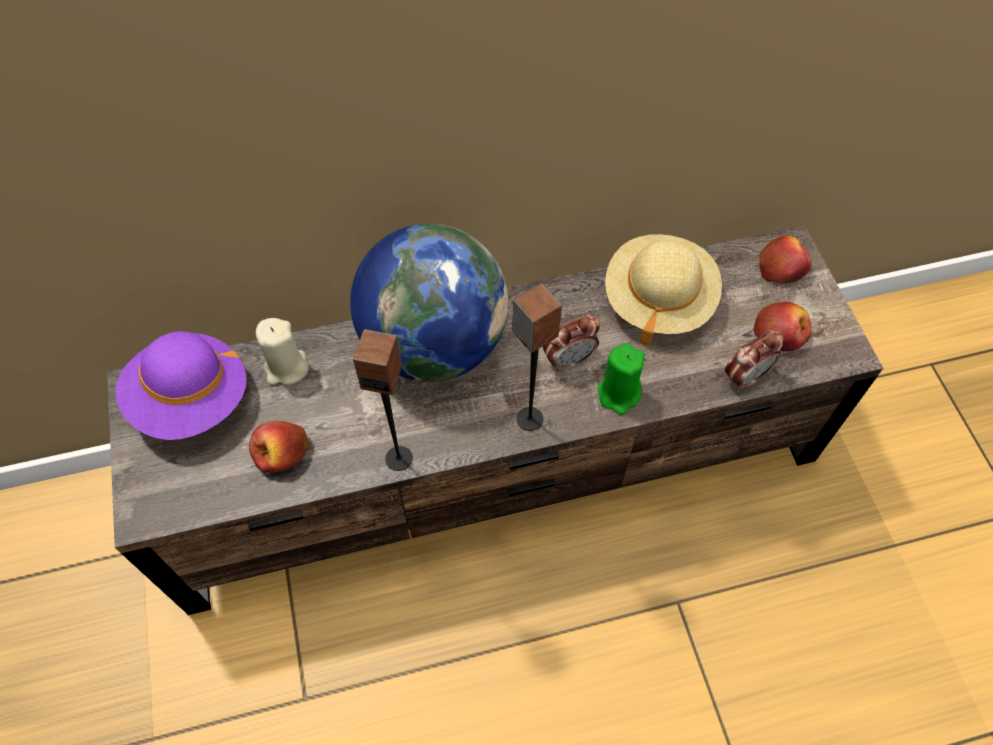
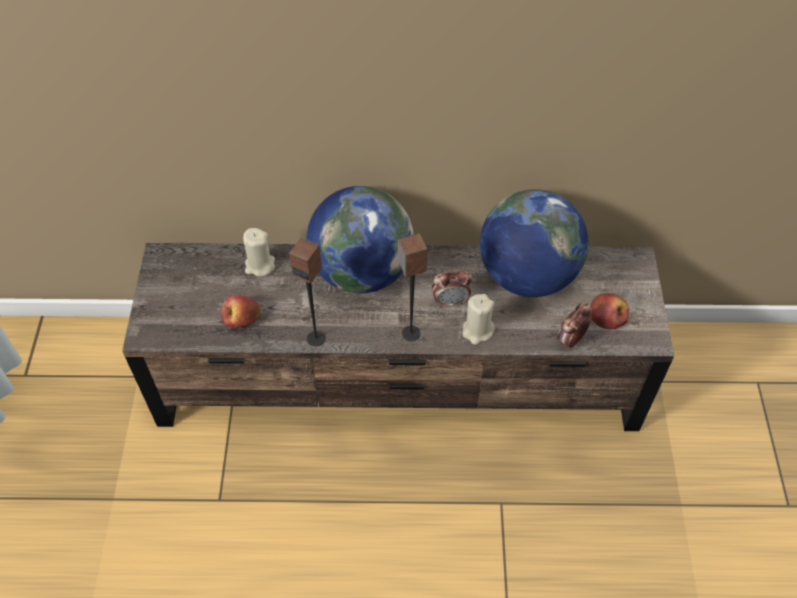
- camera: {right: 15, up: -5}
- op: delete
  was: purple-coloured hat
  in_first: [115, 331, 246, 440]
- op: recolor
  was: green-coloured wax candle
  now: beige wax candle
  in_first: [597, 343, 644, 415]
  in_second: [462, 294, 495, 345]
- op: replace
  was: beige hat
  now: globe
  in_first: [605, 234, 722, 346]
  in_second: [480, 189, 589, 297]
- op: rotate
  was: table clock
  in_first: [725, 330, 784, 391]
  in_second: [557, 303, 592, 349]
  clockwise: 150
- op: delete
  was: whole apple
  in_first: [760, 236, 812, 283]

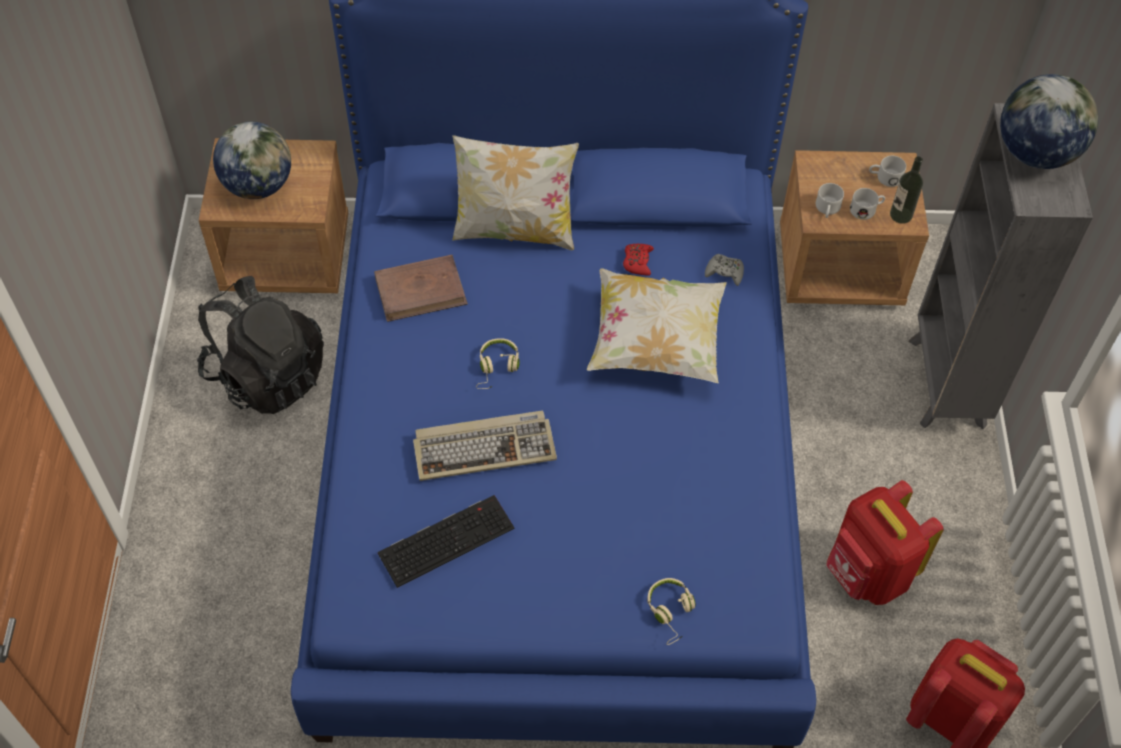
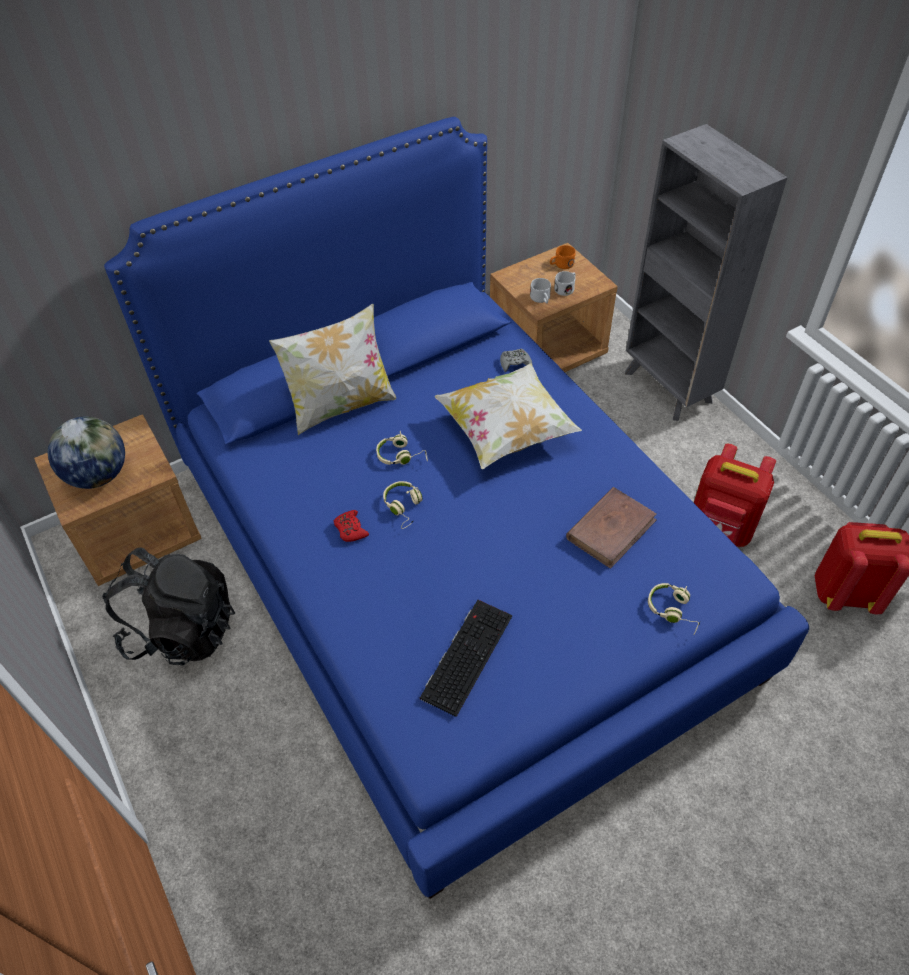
- camera: {right: -30, up: -5}
- op: move
  was: brown-coloured volume
  in_first: [374, 255, 468, 322]
  in_second: [566, 487, 657, 569]
- op: delete
  was: PC keyboard
  in_first: [413, 411, 557, 481]
- op: move
  was: reddish game controller
  in_first: [623, 244, 654, 276]
  in_second: [333, 510, 369, 542]
- op: recolor
  was: white-coloured coffee mug
  now: orange-coloured coffee mug
  in_first: [869, 156, 906, 187]
  in_second: [550, 245, 576, 269]
- op: delete
  was: beverage bottle
  in_first: [890, 156, 923, 224]
- op: delete
  was: globe
  in_first: [1000, 74, 1098, 169]
- op: insert
  now: beige headset
  in_second: [376, 431, 428, 465]

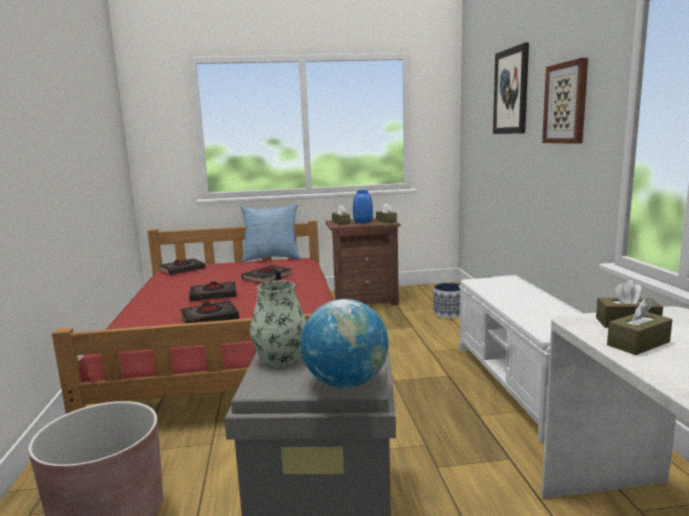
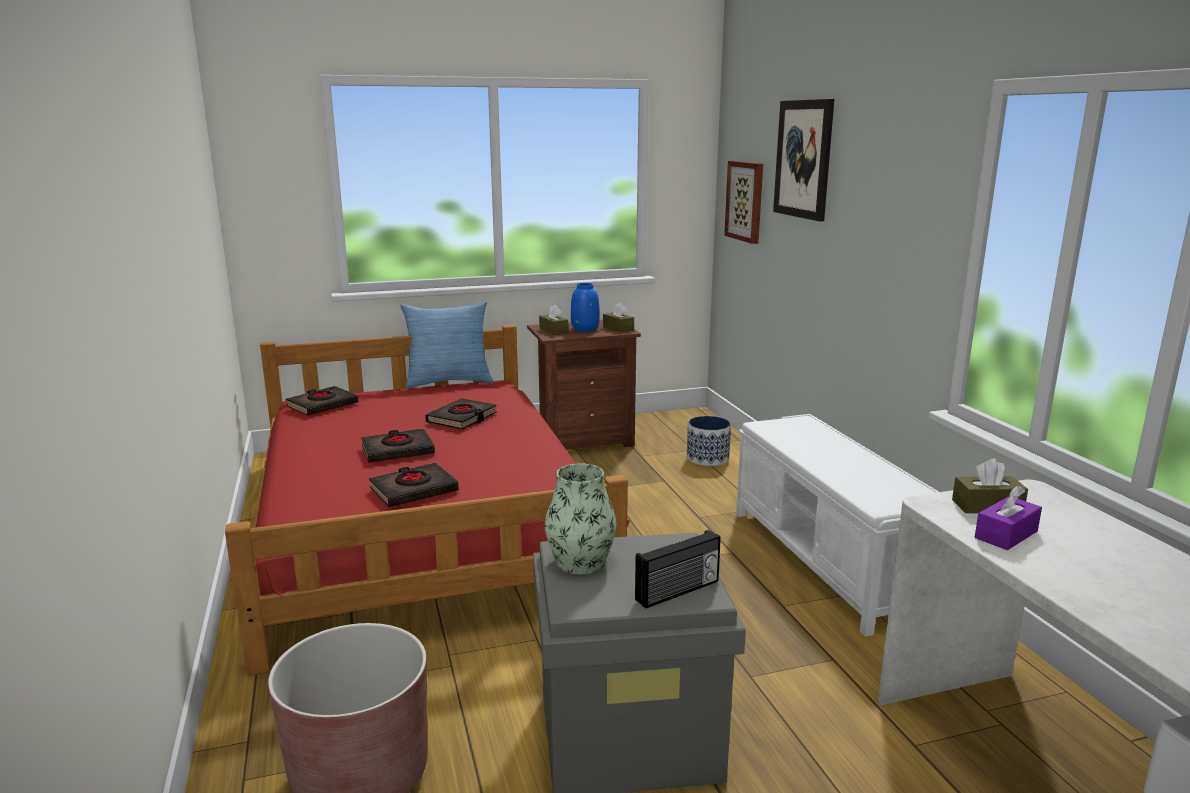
- camera: {right: -10, up: 5}
- op: replace
  was: globe
  now: radio set
  in_first: [301, 299, 389, 388]
  in_second: [635, 530, 721, 609]
- op: move
  was: wall art
  in_first: [542, 58, 588, 144]
  in_second: [724, 161, 763, 244]
- op: recolor
  was: brown-coloured tissue box
  now: purple-coloured tissue box
  in_first: [607, 297, 672, 355]
  in_second: [975, 486, 1042, 550]

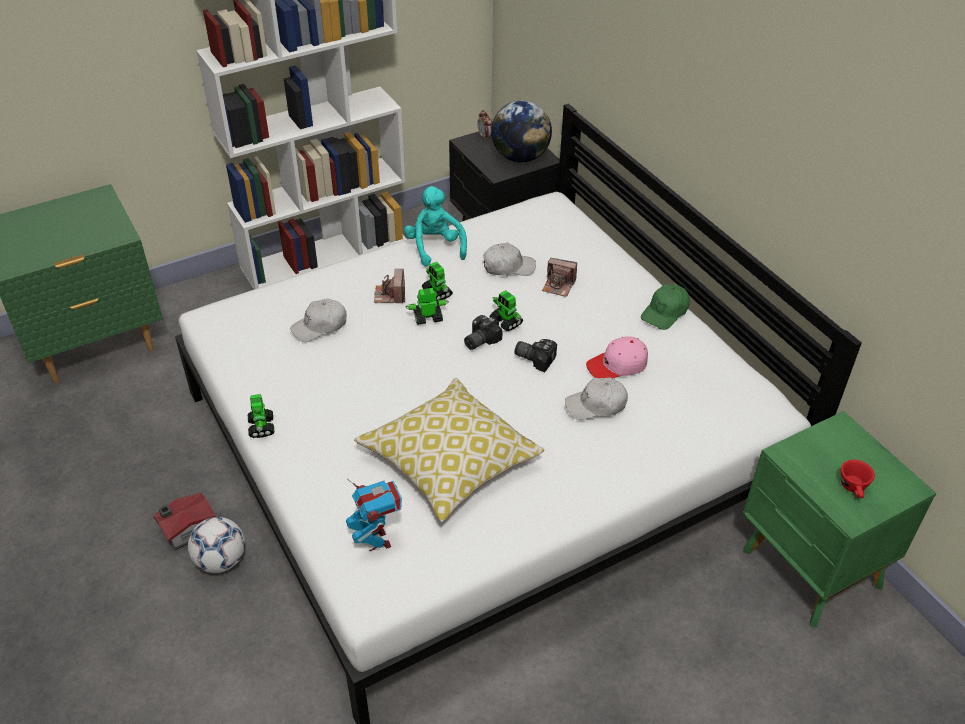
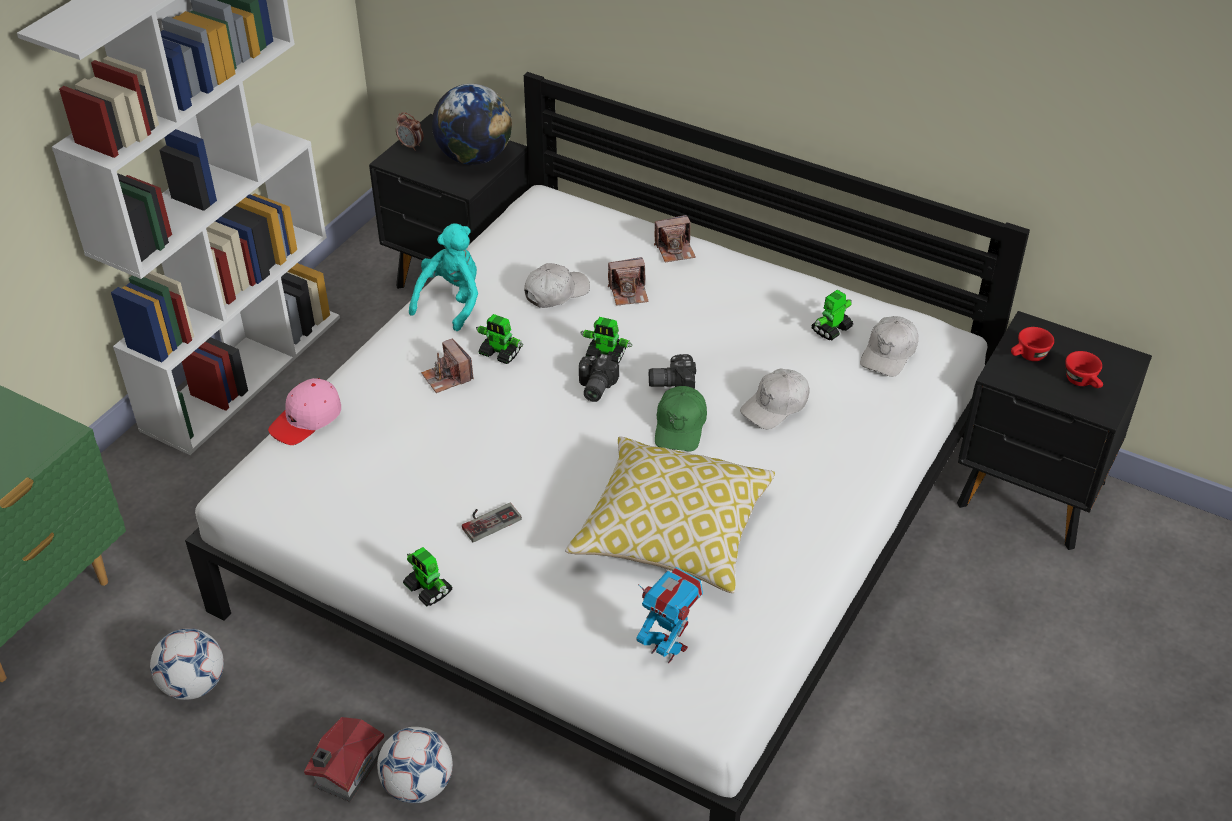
- camera: {right: -30, up: 0}
- op: move
  was: white-coloured baseball cap
  in_first: [290, 298, 347, 342]
  in_second: [860, 316, 918, 377]
- op: rotate
  was: blue-green plush toy
  in_first: [404, 186, 467, 267]
  in_second: [409, 223, 478, 331]
  clockwise: 75
- op: move
  was: toy robot
  in_first: [406, 288, 449, 325]
  in_second: [811, 290, 853, 340]
- op: move
  was: pinkish baseball cap
  in_first: [586, 336, 648, 378]
  in_second: [268, 378, 341, 445]
- op: move
  was: green-coloured baseball cap
  in_first: [641, 284, 689, 330]
  in_second: [655, 386, 707, 452]
- op: recolor
  was: green-coloured night table
  now: black night table
  in_first: [743, 411, 936, 628]
  in_second: [957, 311, 1152, 550]
- op: insert
  now: football
  in_second: [150, 628, 224, 700]
- op: insert
  now: game controller
  in_second: [462, 503, 522, 542]
- op: insert
  now: still camera
  in_second: [654, 215, 695, 262]
- op: insert
  now: reddish cup
  in_second: [1011, 327, 1054, 361]

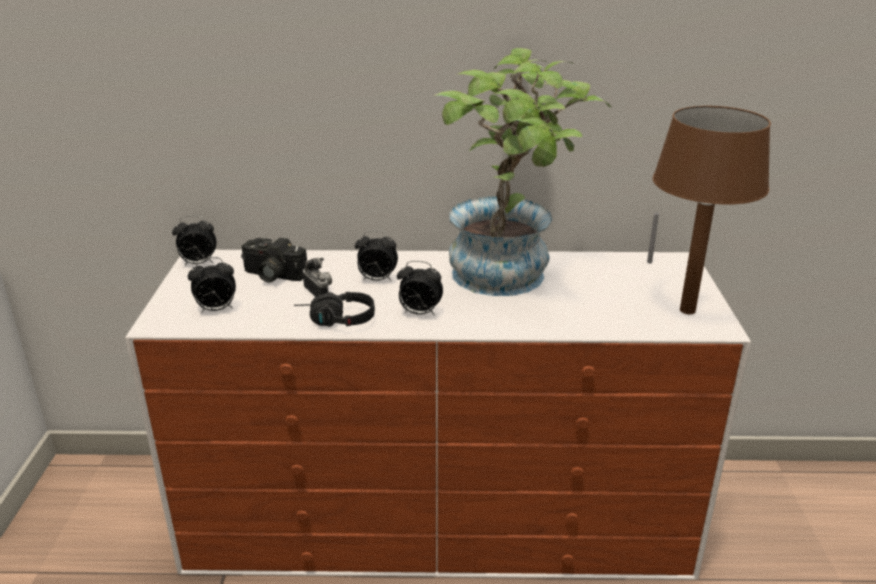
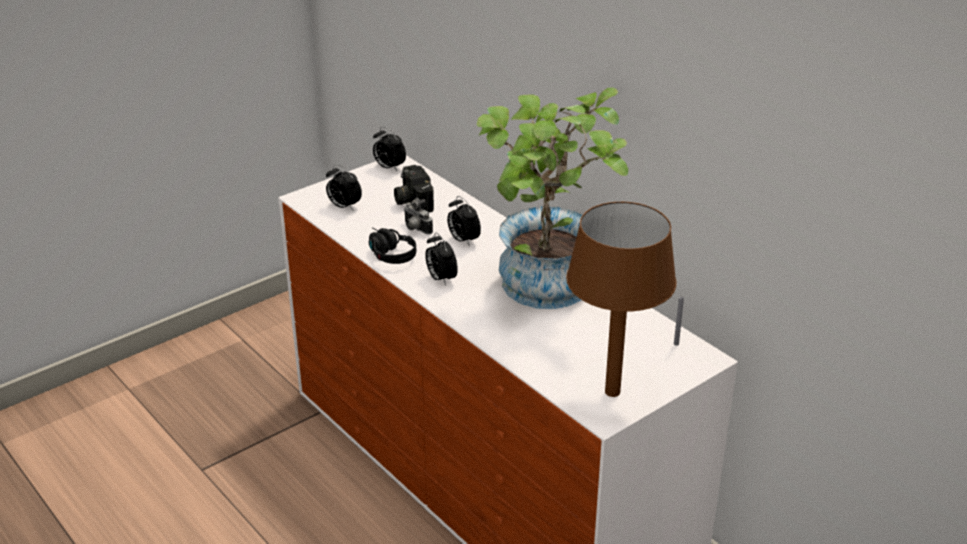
- camera: {right: 50, up: 5}
- op: rotate
  was: still camera
  in_first: [303, 258, 332, 297]
  in_second: [404, 198, 433, 234]
  clockwise: 120

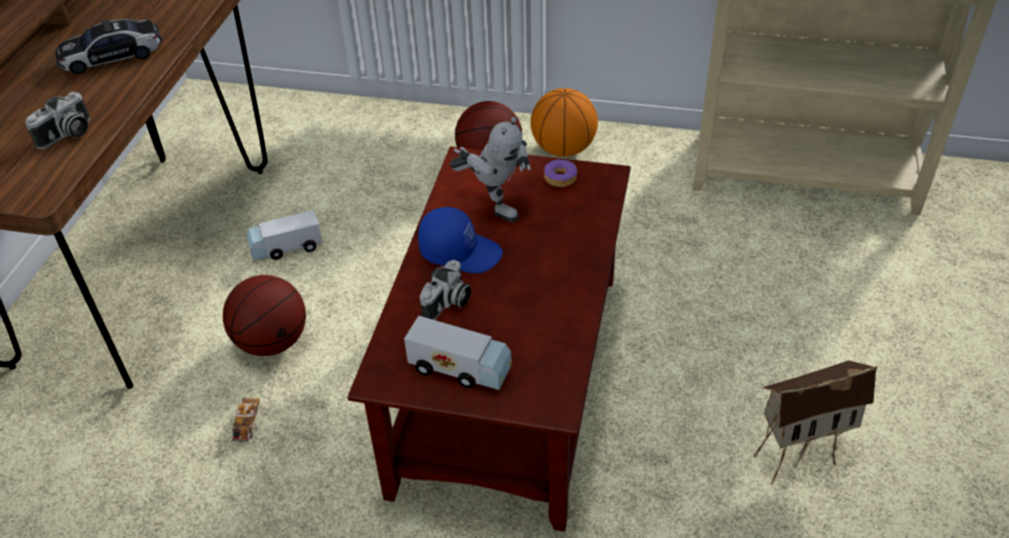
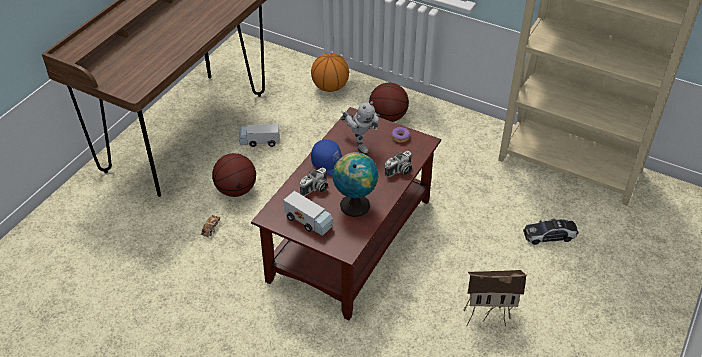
- camera: {right: 15, up: 0}
- op: move
  was: still camera
  in_first: [25, 92, 91, 149]
  in_second: [385, 151, 412, 177]
- op: move
  was: toy car
  in_first: [55, 19, 162, 74]
  in_second: [523, 219, 578, 245]
- op: move
  was: ball for basketball
  in_first: [531, 88, 598, 157]
  in_second: [311, 53, 349, 92]
- op: insert
  now: globe
  in_second: [332, 152, 379, 217]

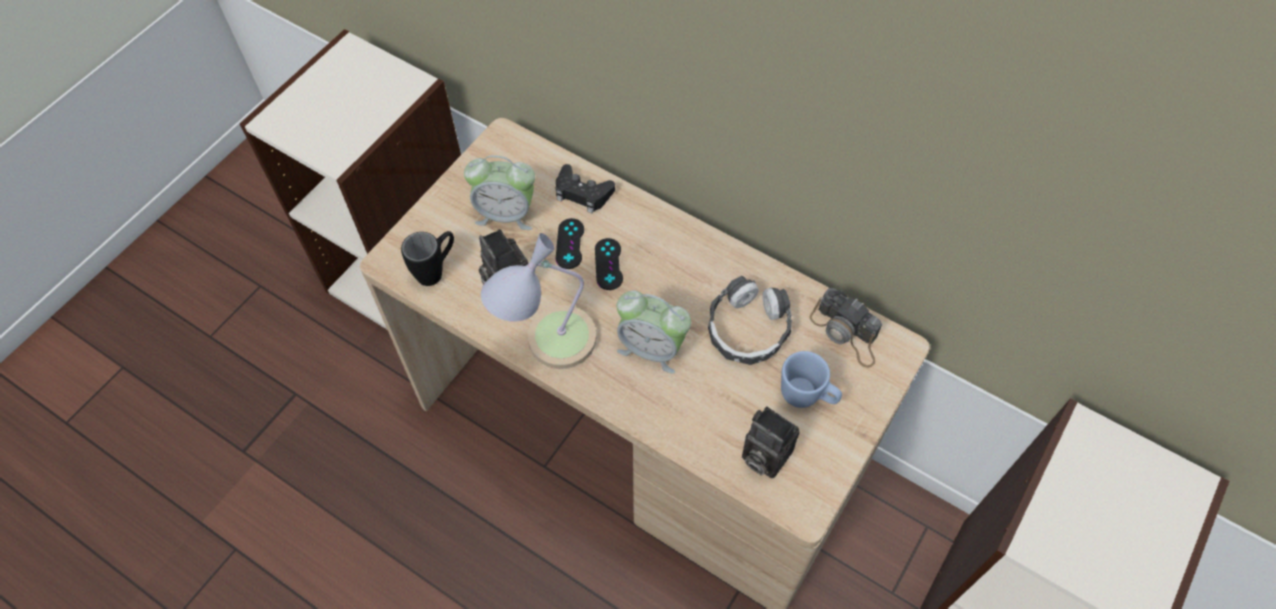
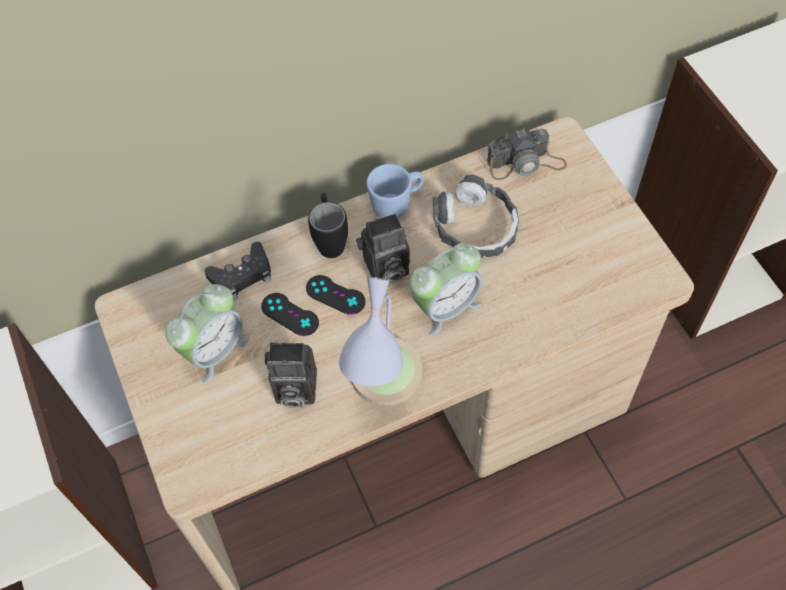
- camera: {right: -55, up: 0}
- op: move
  was: black coffee mug
  in_first: [401, 231, 454, 286]
  in_second: [308, 193, 348, 258]
- op: move
  was: still camera
  in_first: [742, 407, 799, 478]
  in_second: [356, 213, 410, 283]
- op: move
  was: blue-coloured coffee mug
  in_first: [781, 351, 842, 408]
  in_second: [367, 164, 424, 218]

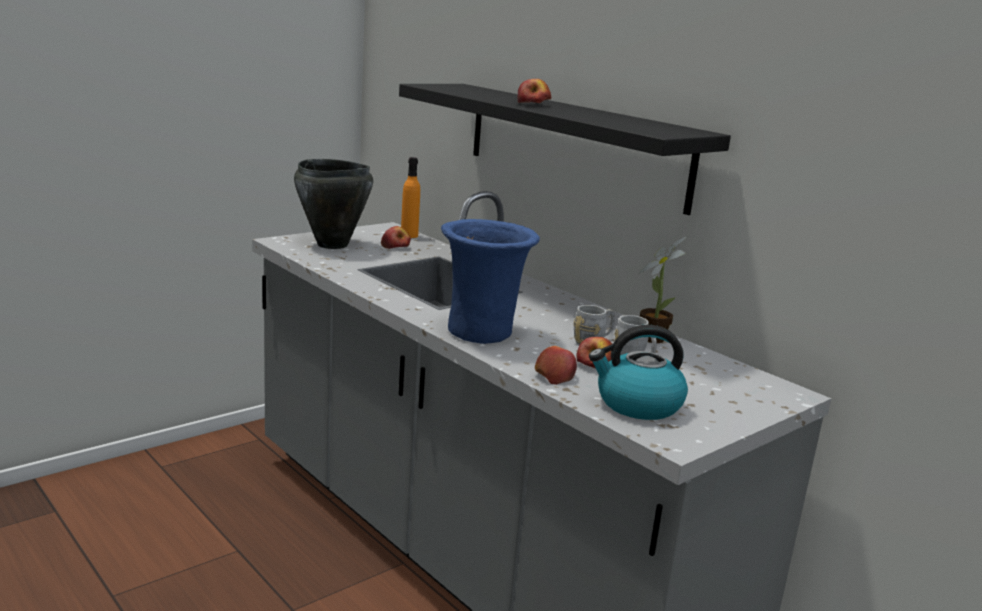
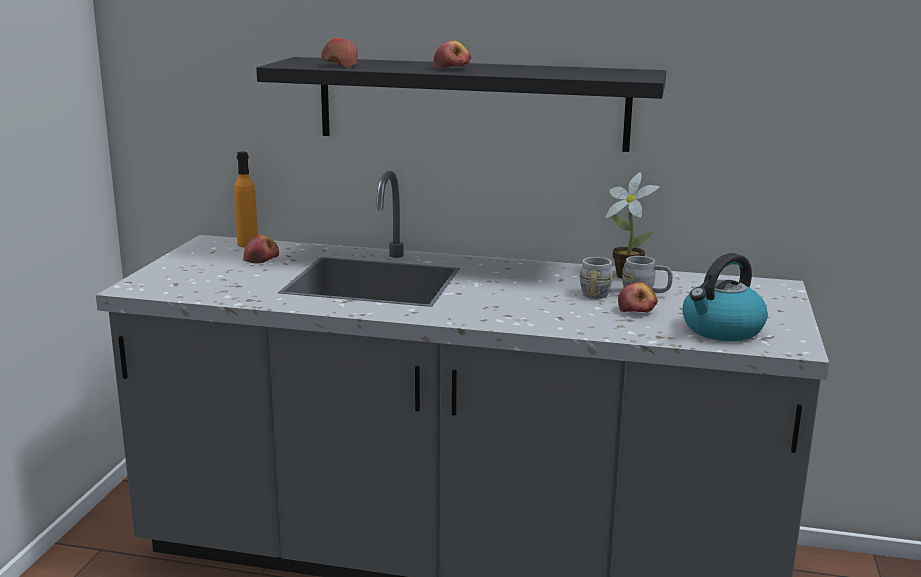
- camera: {right: -35, up: 0}
- op: delete
  was: black stockpot
  in_first: [294, 159, 373, 249]
- op: delete
  was: blue-coloured decorative vase
  in_first: [441, 219, 540, 344]
- op: move
  was: whole apple
  in_first: [535, 346, 577, 385]
  in_second: [321, 38, 358, 68]

